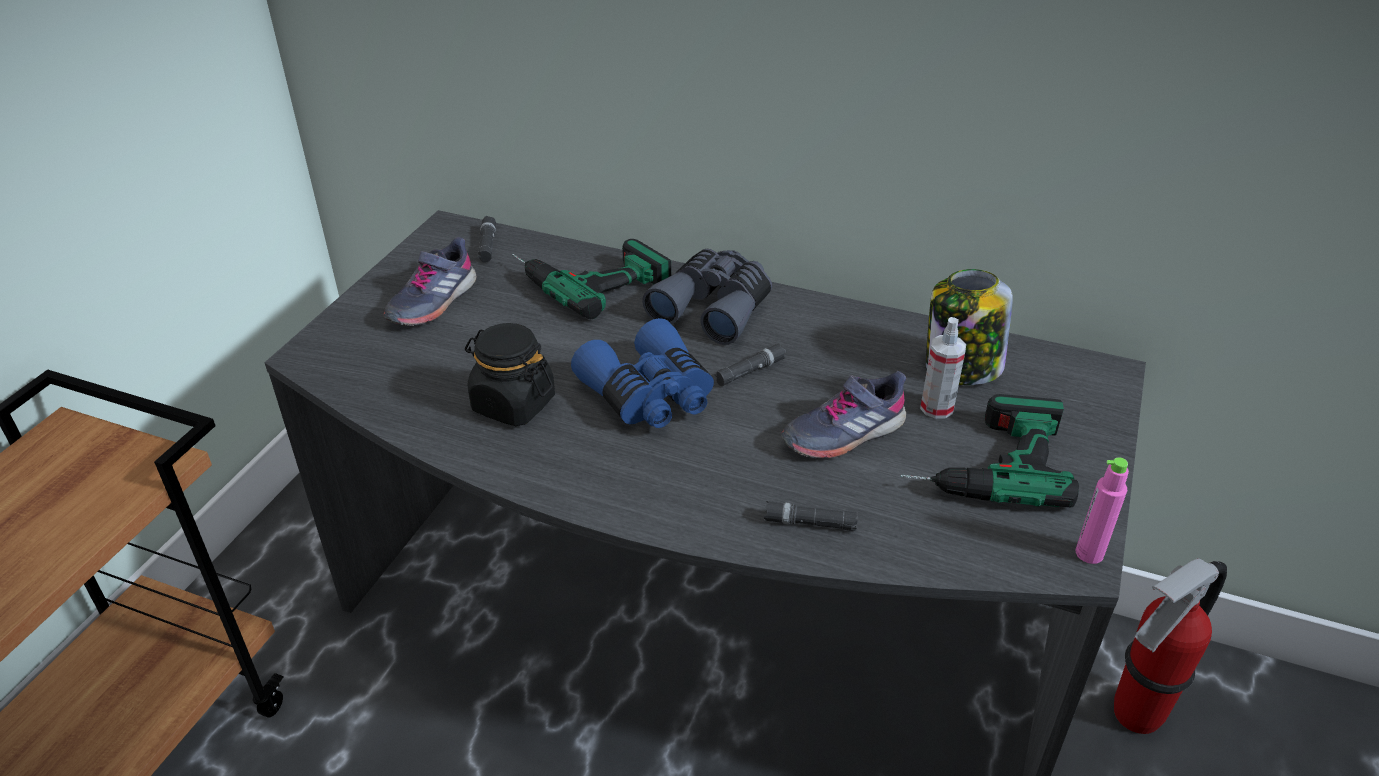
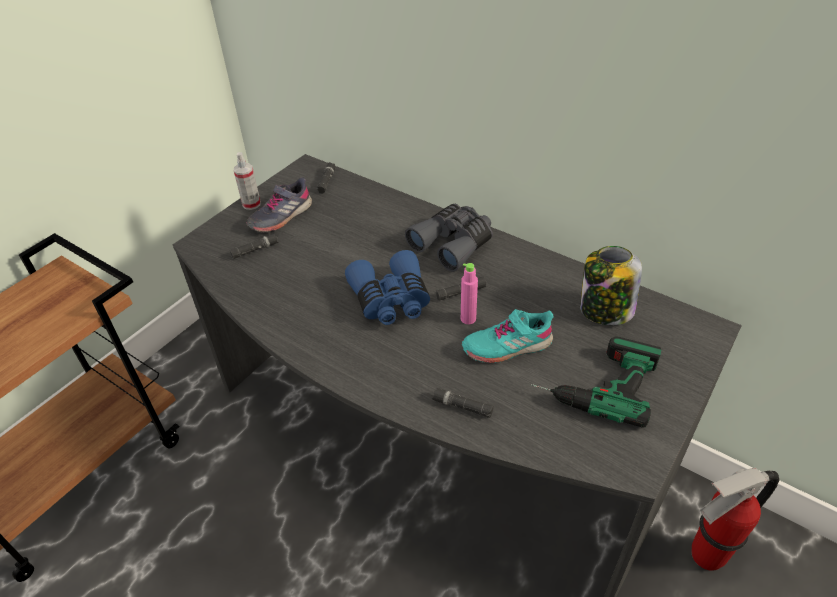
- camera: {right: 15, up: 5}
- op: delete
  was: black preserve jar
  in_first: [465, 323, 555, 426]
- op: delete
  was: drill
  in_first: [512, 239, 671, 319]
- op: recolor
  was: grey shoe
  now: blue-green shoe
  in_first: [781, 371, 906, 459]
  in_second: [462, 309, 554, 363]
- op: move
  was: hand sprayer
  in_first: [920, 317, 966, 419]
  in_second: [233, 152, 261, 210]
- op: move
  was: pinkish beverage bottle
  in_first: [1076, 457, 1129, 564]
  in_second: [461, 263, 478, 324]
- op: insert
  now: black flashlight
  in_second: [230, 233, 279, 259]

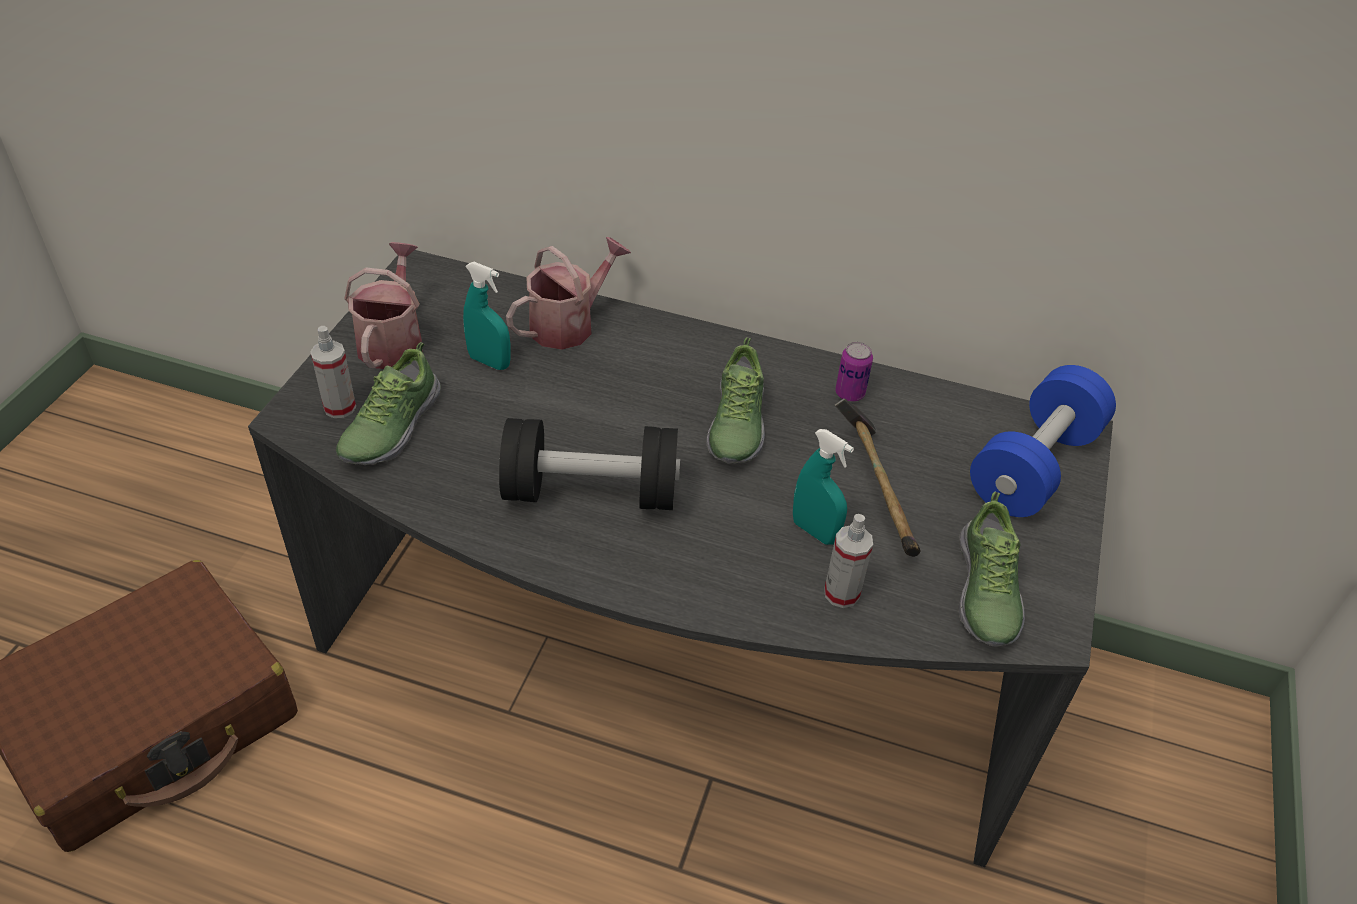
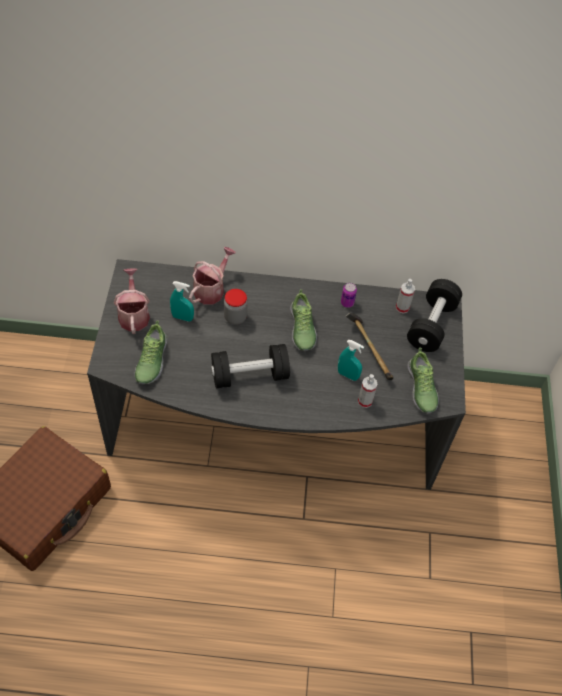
- camera: {right: -15, up: 10}
- op: move
  was: hand sprayer
  in_first: [310, 326, 356, 418]
  in_second: [396, 279, 415, 314]
- op: recolor
  was: blue-coloured free weight
  now: black free weight
  in_first: [970, 365, 1116, 517]
  in_second: [407, 279, 462, 352]
- op: insert
  now: preserve jar
  in_second: [224, 289, 248, 325]

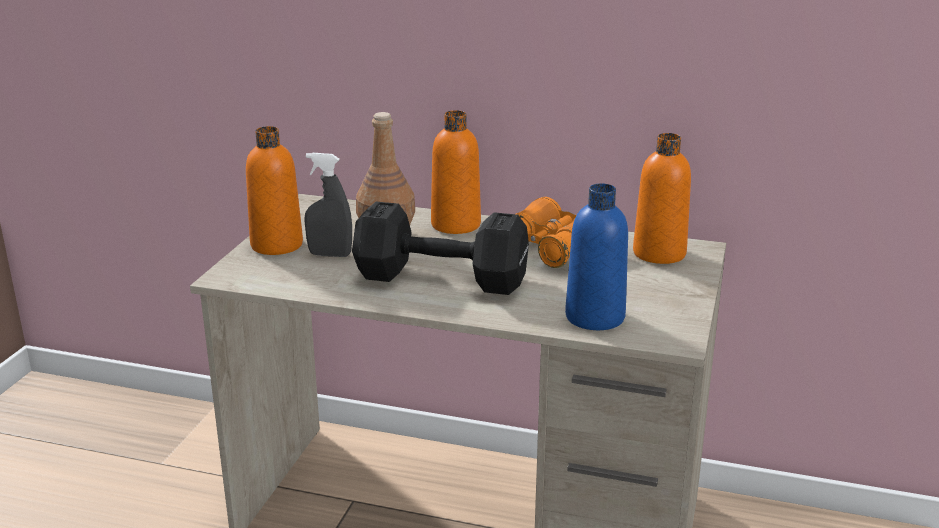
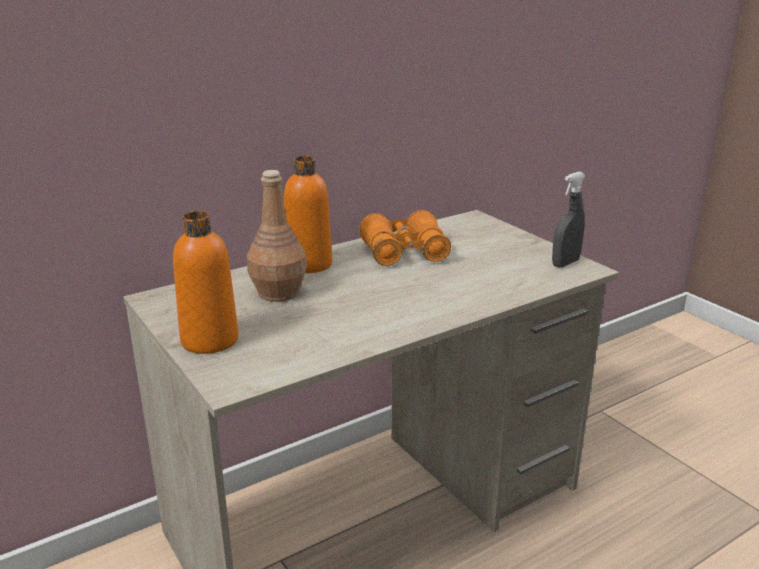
- camera: {right: -50, up: 0}
- op: move
  was: grey hand sprayer
  in_first: [304, 153, 352, 257]
  in_second: [552, 172, 586, 268]
- op: delete
  was: black free weight
  in_first: [352, 202, 529, 295]
- op: delete
  was: blue-coloured beverage bottle
  in_first: [565, 183, 628, 330]
- op: delete
  was: orange-coloured beverage bottle
  in_first: [633, 133, 691, 264]

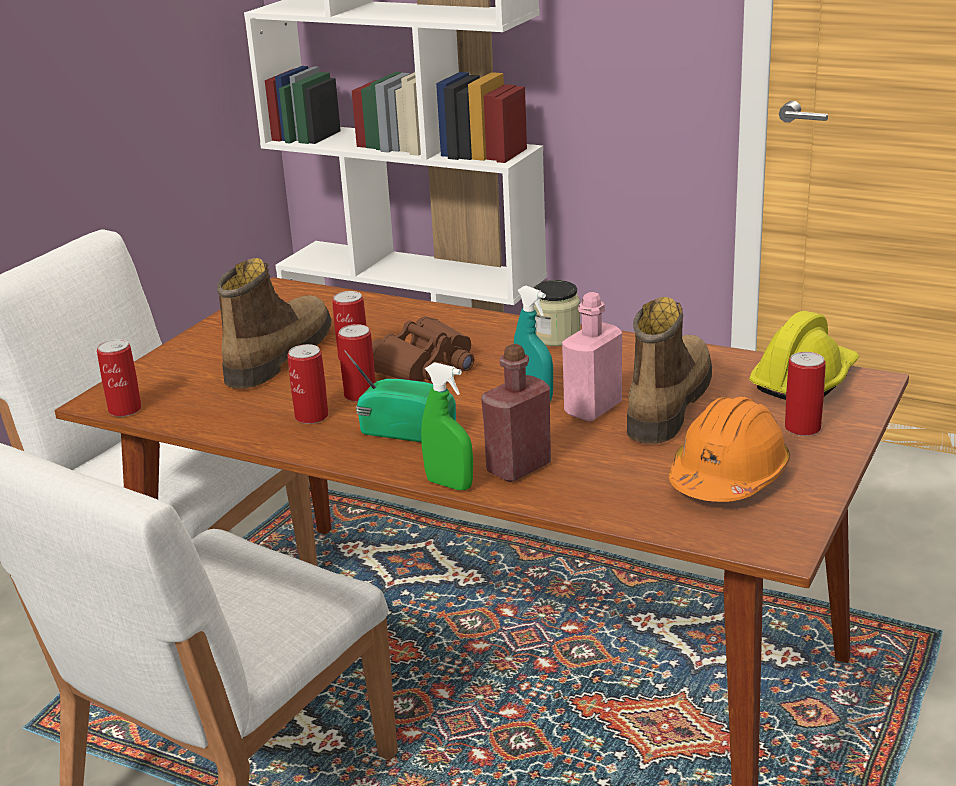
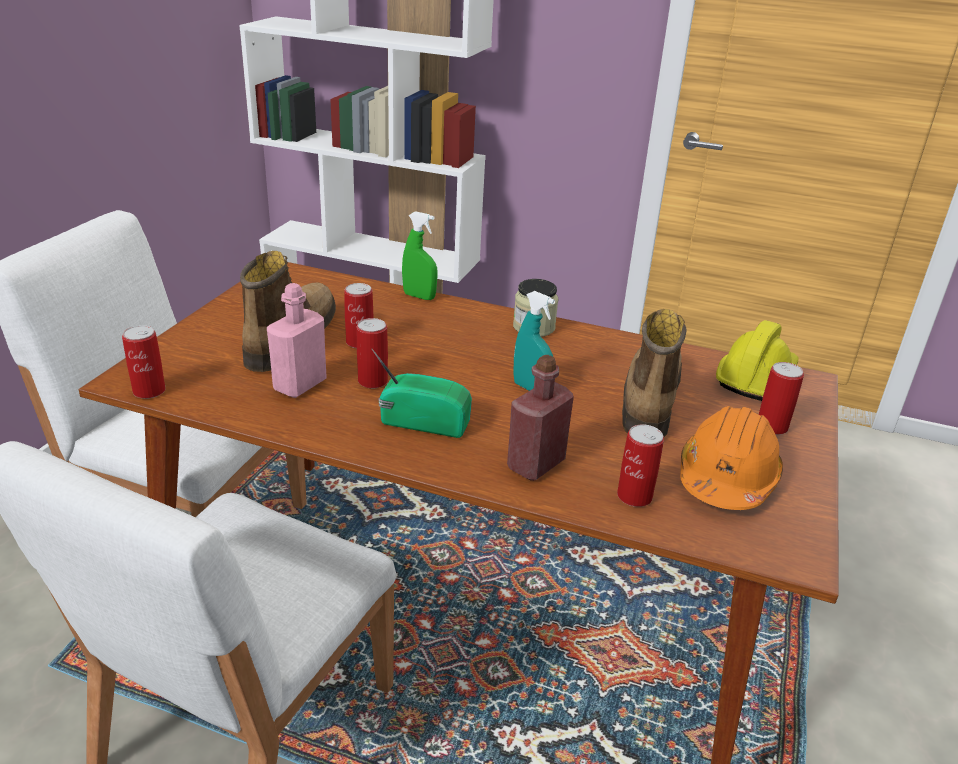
- camera: {right: -10, up: 5}
- op: move
  was: sealed can
  in_first: [287, 344, 328, 424]
  in_second: [617, 424, 664, 507]
- op: delete
  was: brown-coloured pair of binoculars
  in_first: [372, 316, 475, 382]
- op: move
  was: green-coloured hand sprayer
  in_first: [421, 362, 473, 490]
  in_second: [402, 211, 437, 300]
- op: move
  was: pinkish beverage bottle
  in_first: [562, 292, 622, 421]
  in_second: [267, 283, 327, 398]

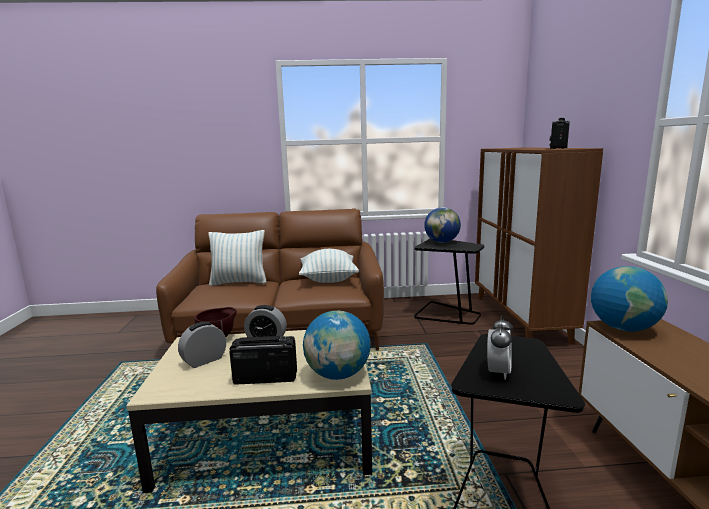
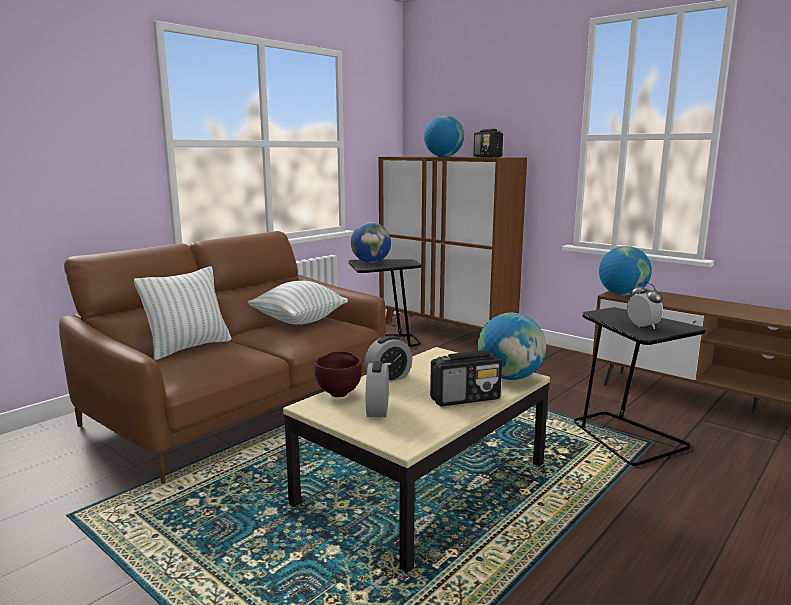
- camera: {right: -45, up: 0}
- op: rotate
  was: radio set
  in_first: [229, 336, 297, 385]
  in_second: [430, 350, 502, 407]
  clockwise: -150
- op: insert
  now: globe
  in_second: [424, 115, 464, 157]

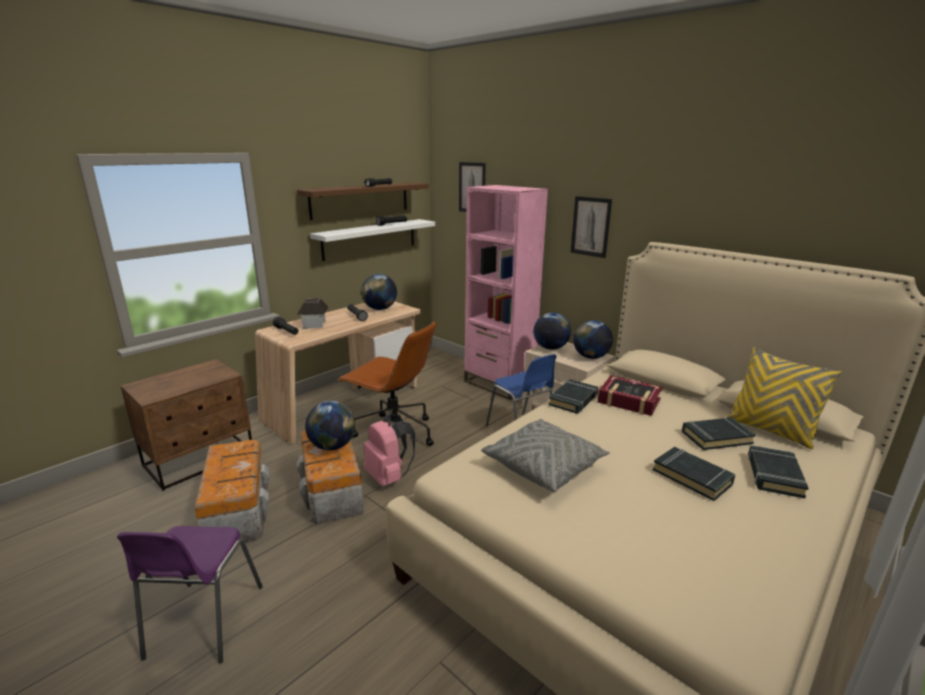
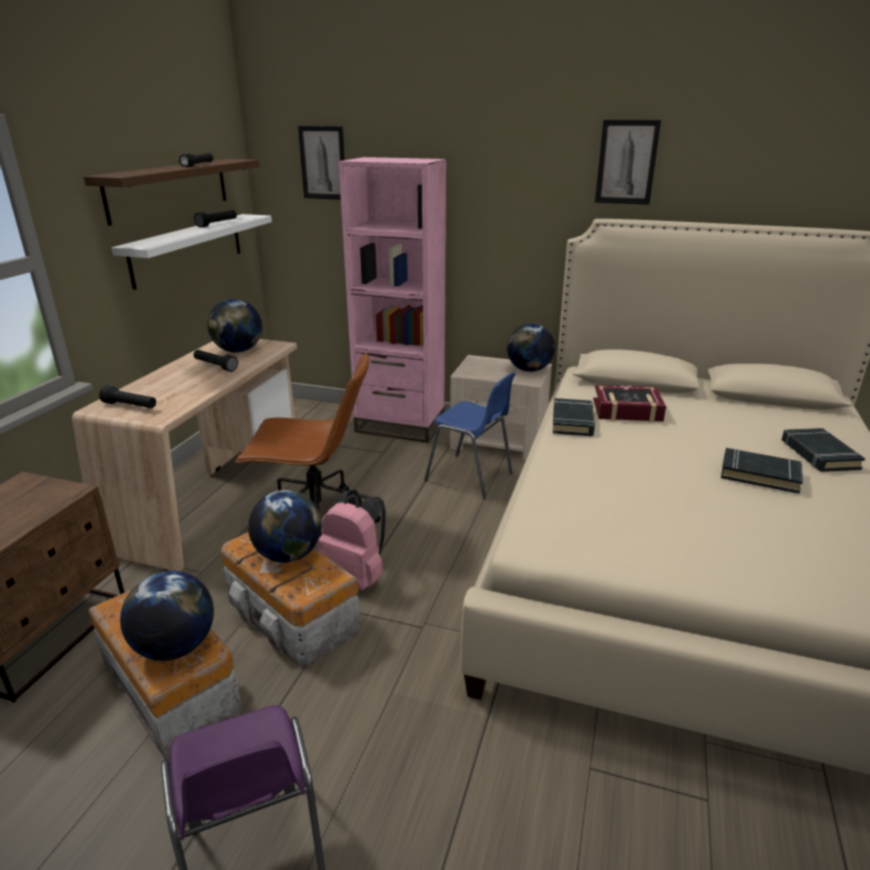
- camera: {right: -25, up: 5}
- op: delete
  was: toy house
  in_first: [297, 298, 329, 328]
- op: delete
  was: grey cushion
  in_first: [481, 419, 610, 492]
- op: move
  was: globe
  in_first: [534, 312, 571, 350]
  in_second: [120, 570, 214, 661]
- op: move
  was: wall art
  in_first: [571, 196, 612, 258]
  in_second: [595, 120, 661, 205]
- op: delete
  was: black volume
  in_first: [682, 417, 756, 450]
- op: delete
  was: yellow cushion
  in_first: [726, 347, 842, 449]

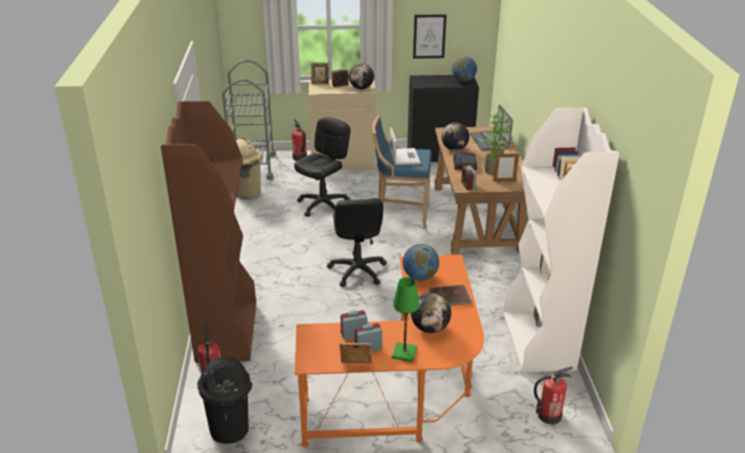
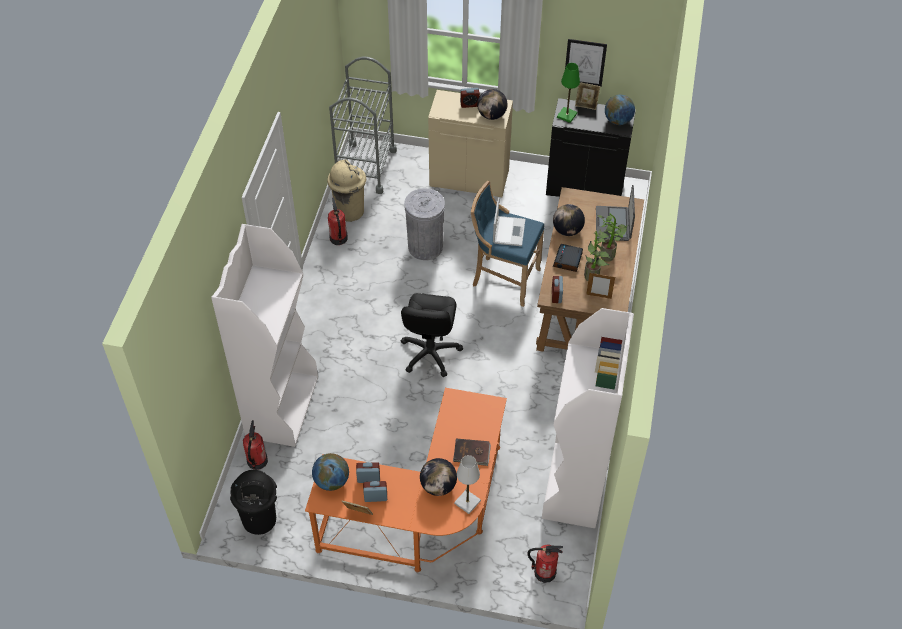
- camera: {right: 15, up: 20}
- op: recolor
  was: brown-coloured bookshelf
  now: white-coloured bookshelf
  in_first: [161, 101, 256, 363]
  in_second: [211, 224, 318, 447]
- op: move
  was: fire-fighting cylinder
  in_first: [292, 118, 307, 161]
  in_second: [328, 197, 348, 245]
- op: replace
  was: black desk chair
  now: grey trash can
  in_first: [294, 117, 350, 217]
  in_second: [404, 188, 445, 260]
- op: move
  was: standing frame
  in_first: [311, 62, 329, 85]
  in_second: [575, 82, 600, 110]
- op: move
  was: green-coloured lamp for a table
  in_first: [392, 277, 419, 362]
  in_second: [557, 63, 580, 123]
- op: move
  was: globe
  in_first: [403, 244, 439, 281]
  in_second: [312, 453, 349, 491]
- op: insert
  now: white-coloured lamp for a table
  in_second: [454, 455, 481, 514]

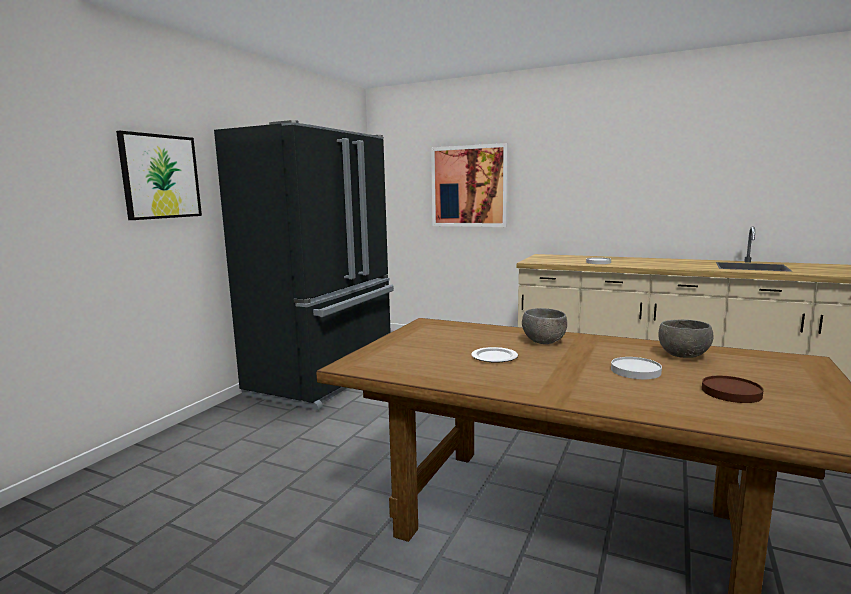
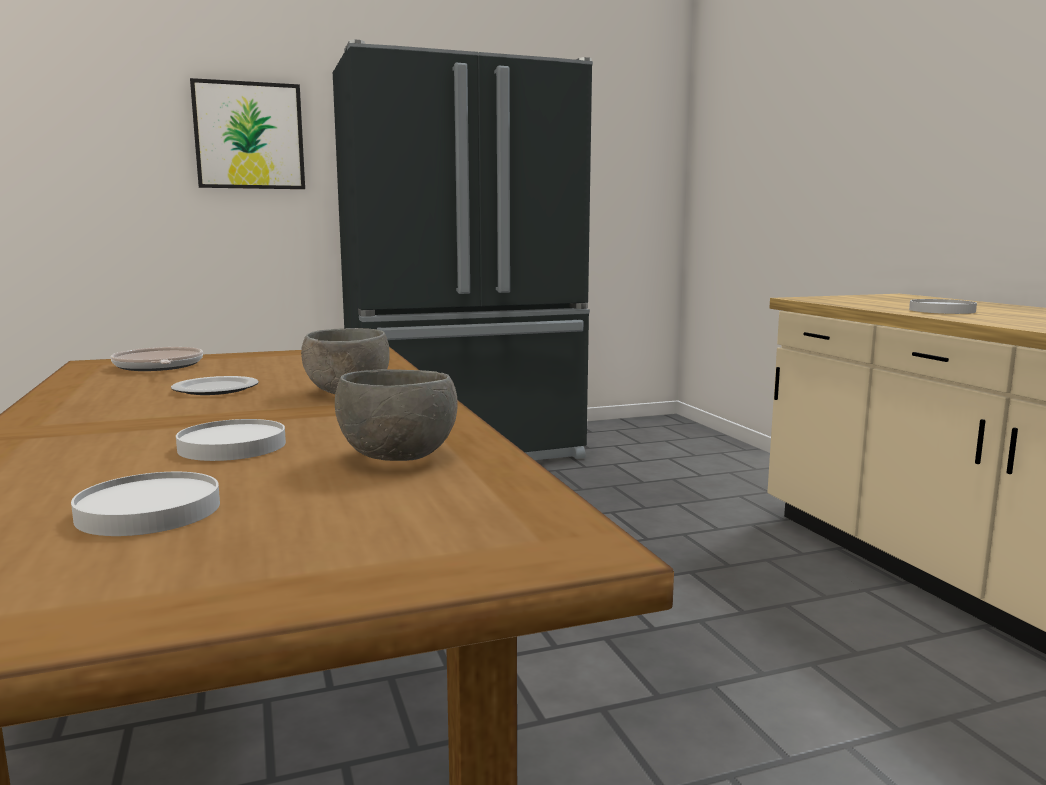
- camera: {right: 45, up: 0}
- op: delete
  was: wall art
  in_first: [431, 143, 508, 227]
- op: recolor
  was: brown-coloured plate
  now: white-coloured plate
  in_first: [702, 376, 764, 403]
  in_second: [71, 472, 220, 536]
- op: insert
  now: skillet
  in_second: [110, 347, 203, 371]

